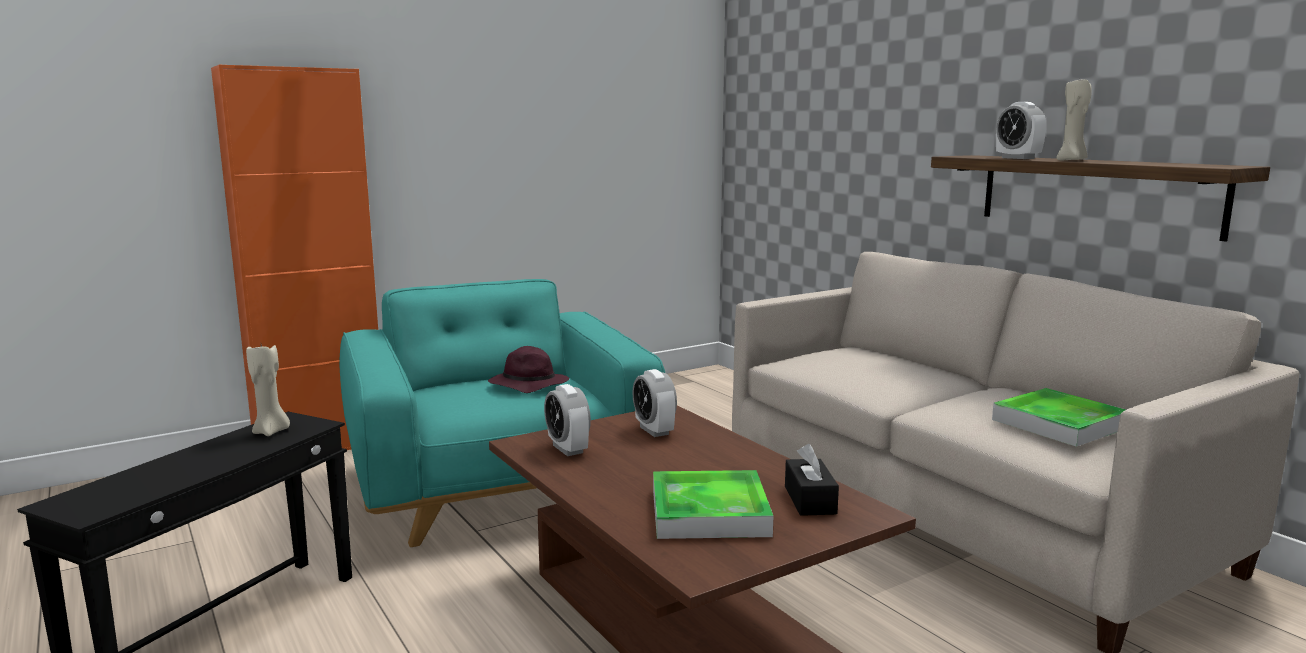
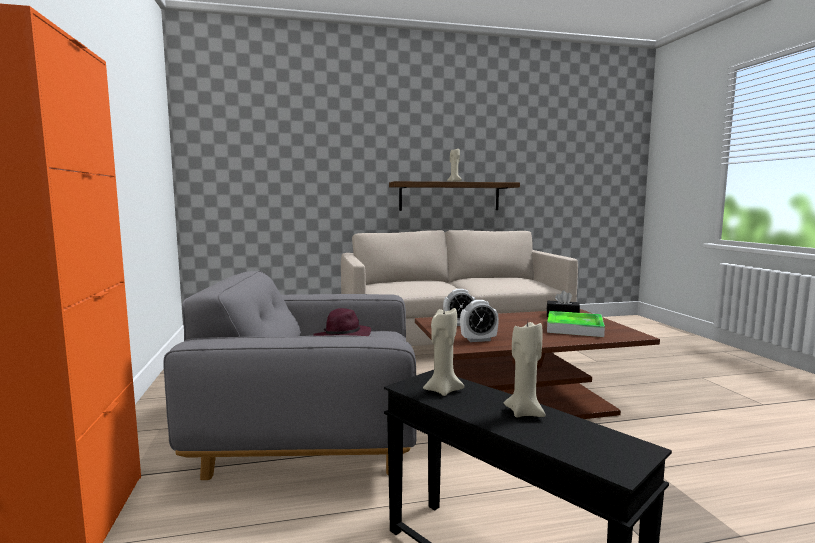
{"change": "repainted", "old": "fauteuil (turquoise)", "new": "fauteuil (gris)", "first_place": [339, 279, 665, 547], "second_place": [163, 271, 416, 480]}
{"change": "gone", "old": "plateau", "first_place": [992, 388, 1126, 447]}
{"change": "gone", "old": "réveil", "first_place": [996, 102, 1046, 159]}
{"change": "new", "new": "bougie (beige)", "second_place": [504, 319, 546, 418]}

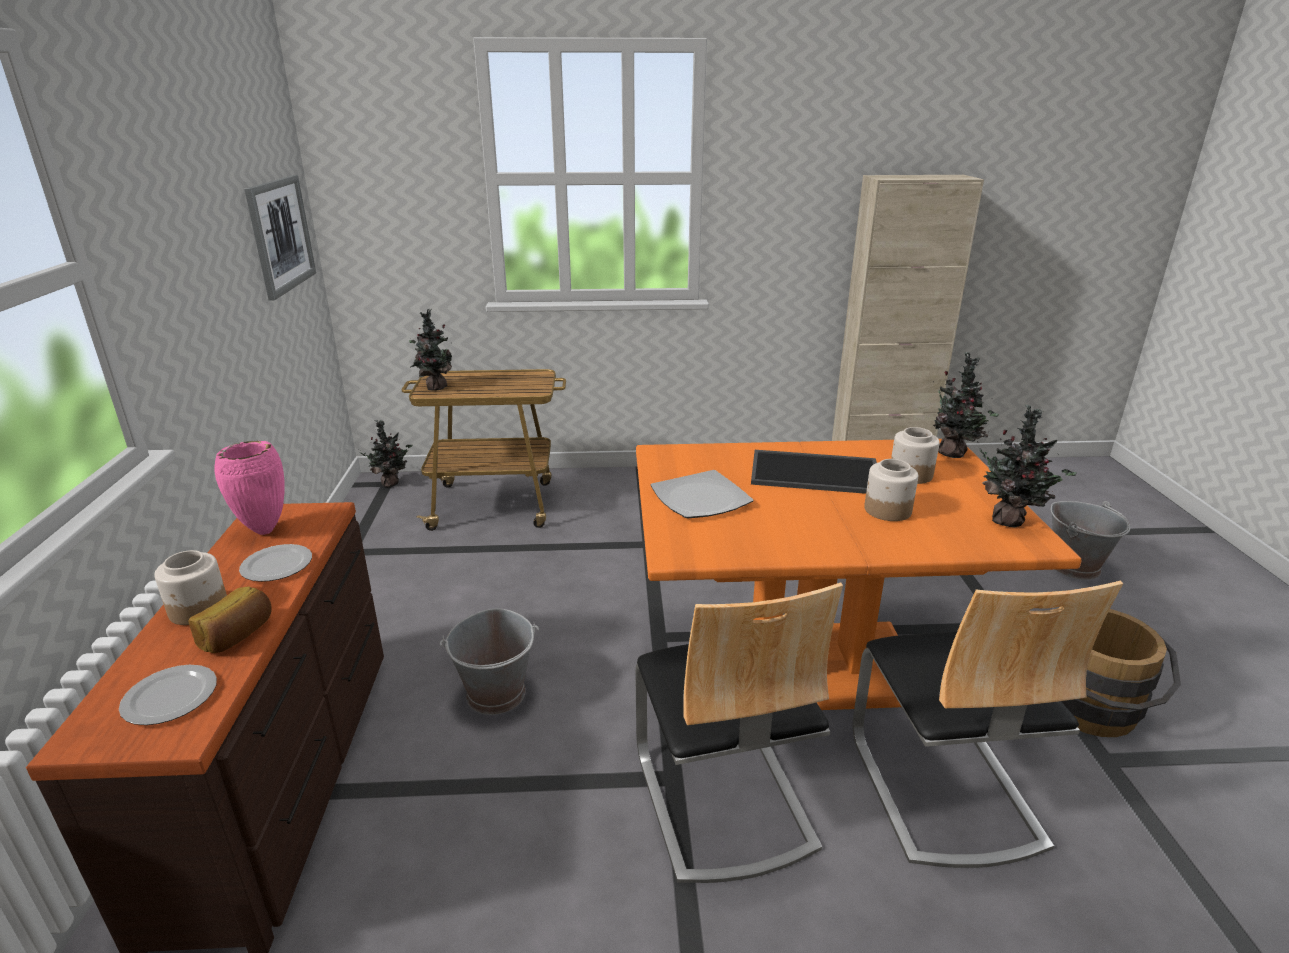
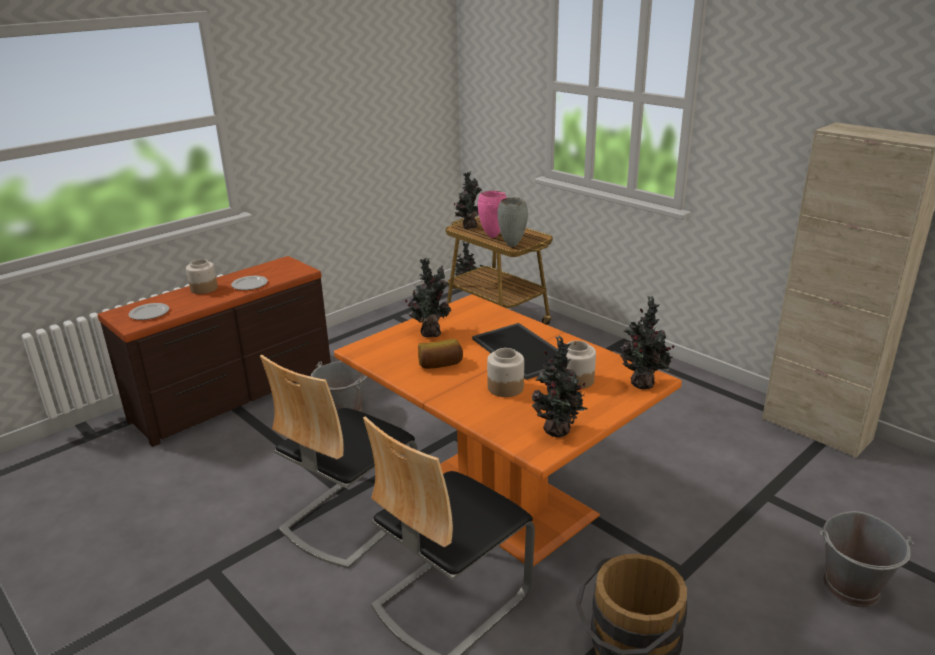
{"change": "shifted", "old": "pain", "first_place": [189, 587, 272, 653], "second_place": [418, 339, 463, 369]}
{"change": "shifted", "old": "vase (rose)", "first_place": [214, 441, 285, 535], "second_place": [478, 191, 506, 238]}
{"change": "gone", "old": "tableau", "first_place": [244, 175, 316, 301]}
{"change": "swapped", "old": "assiette", "new": "plante en pot", "first_place": [650, 470, 754, 518], "second_place": [405, 258, 451, 337]}
{"change": "new", "new": "vase (gris)", "second_place": [497, 197, 528, 247]}

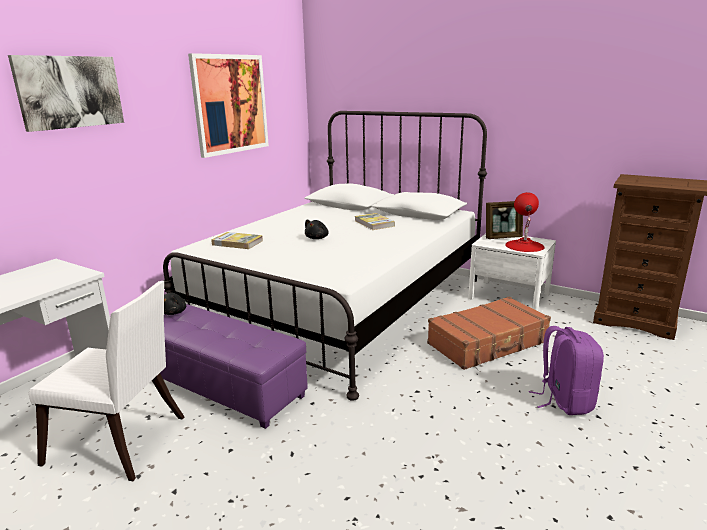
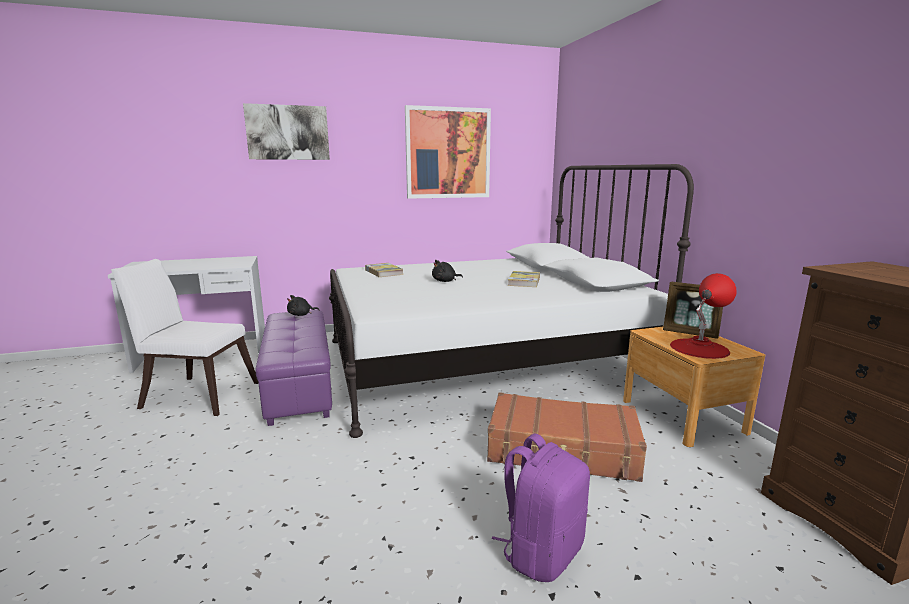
{"change": "rotated", "old": "chaise (blanc)", "first_place": [28, 281, 184, 481], "second_place": [111, 259, 258, 416], "degrees": 135}
{"change": "repainted", "old": "table de chevet (blanc)", "new": "table de chevet (marron)", "first_place": [468, 234, 556, 311], "second_place": [623, 327, 765, 447]}

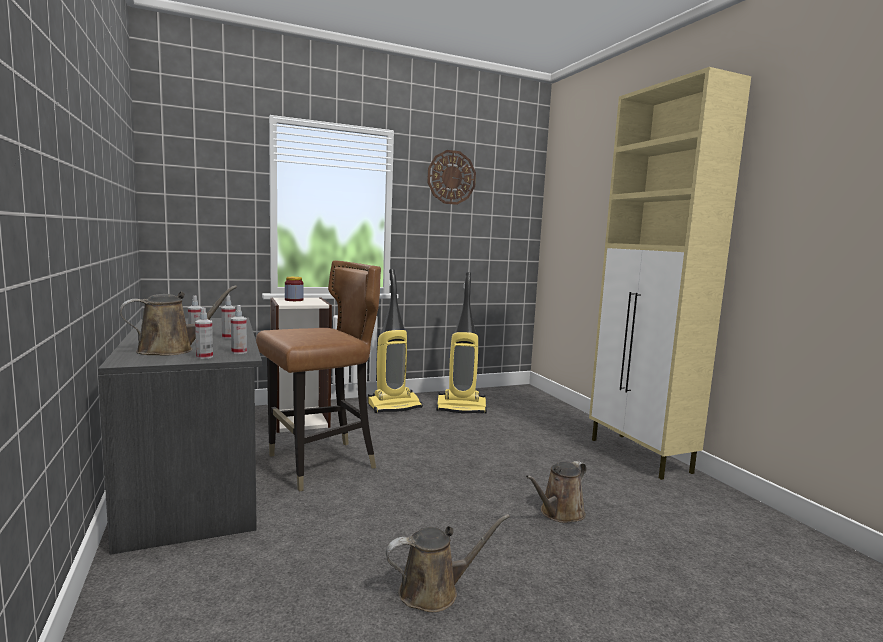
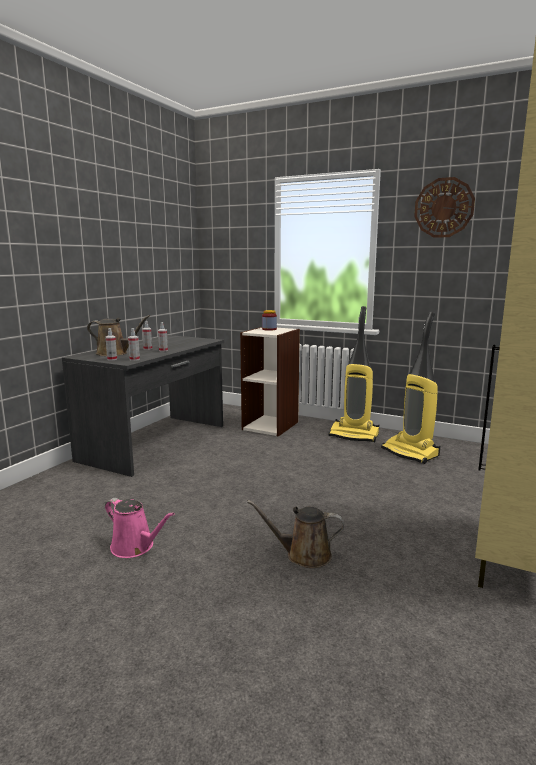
{"change": "gone", "old": "chaise (marron)", "first_place": [256, 260, 381, 492]}
{"change": "repainted", "old": "arrosoir (marron)", "new": "arrosoir (rose)", "first_place": [386, 514, 510, 612], "second_place": [105, 498, 175, 558]}

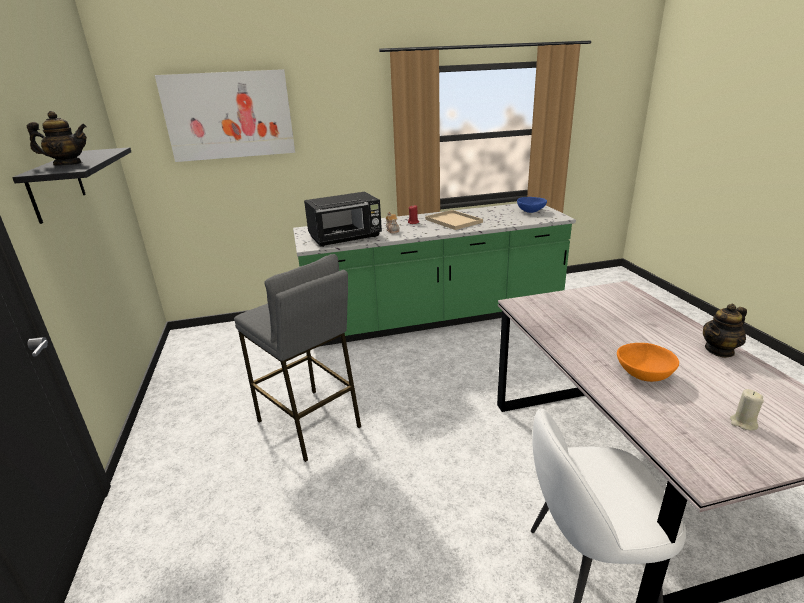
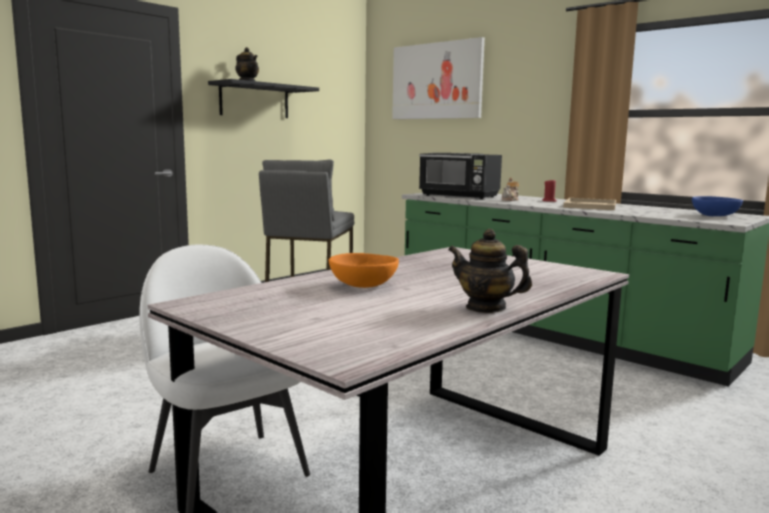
{"change": "gone", "old": "bougie (beige)", "first_place": [730, 389, 764, 431]}

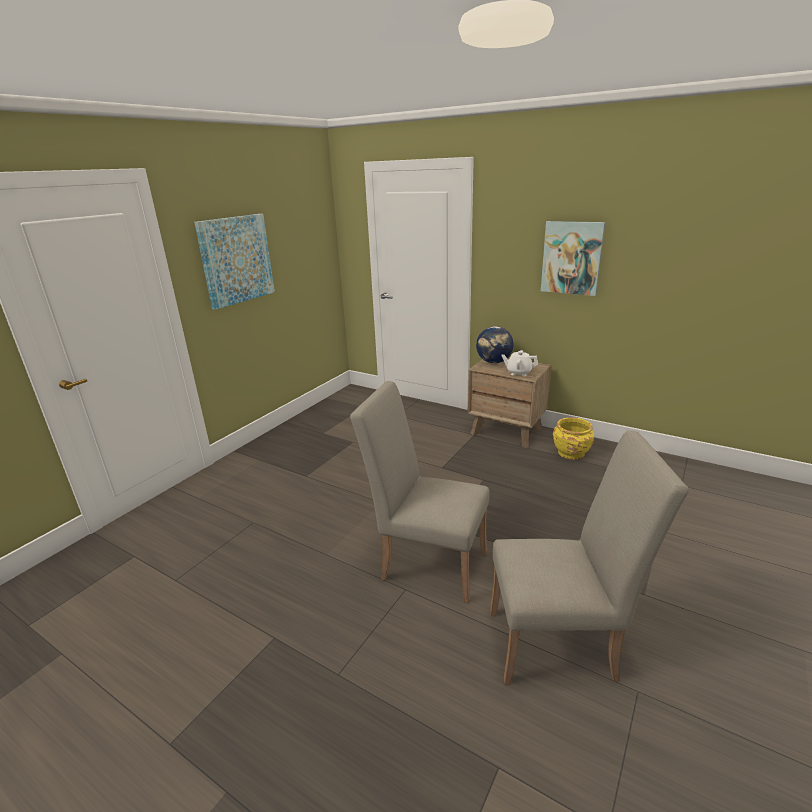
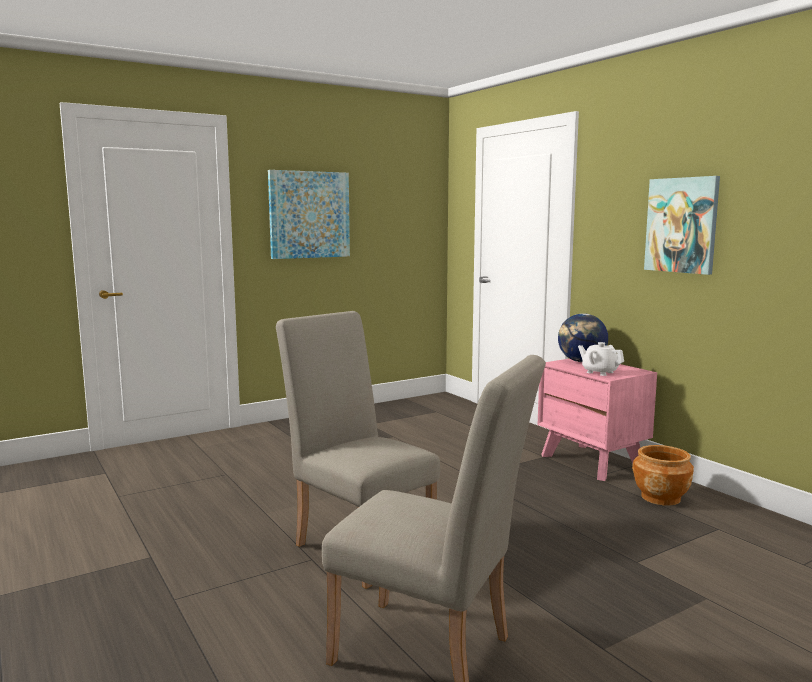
{"change": "repainted", "old": "table de chevet (marron)", "new": "table de chevet (rose)", "first_place": [468, 358, 551, 448], "second_place": [538, 359, 657, 481]}
{"change": "repainted", "old": "cache-pot (jaune)", "new": "cache-pot (marron)", "first_place": [553, 417, 594, 460], "second_place": [632, 445, 694, 506]}

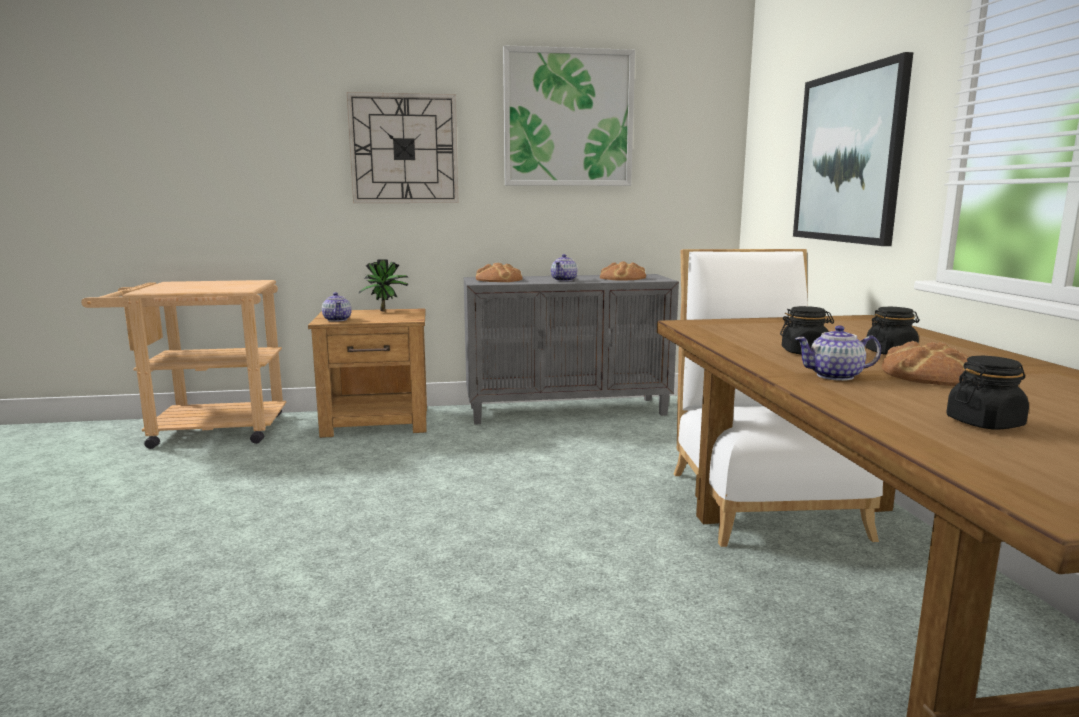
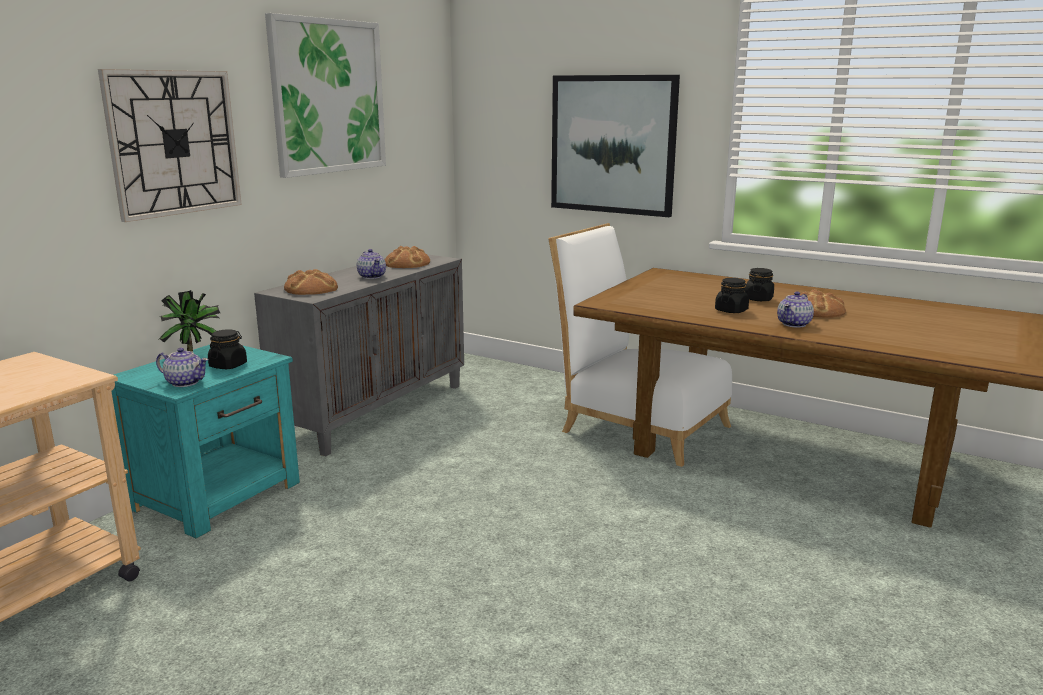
{"change": "repainted", "old": "table de chevet (marron)", "new": "table de chevet (turquoise)", "first_place": [308, 308, 427, 438], "second_place": [111, 345, 300, 538]}
{"change": "shifted", "old": "bocal (noir)", "first_place": [946, 356, 1029, 429], "second_place": [208, 329, 247, 369]}

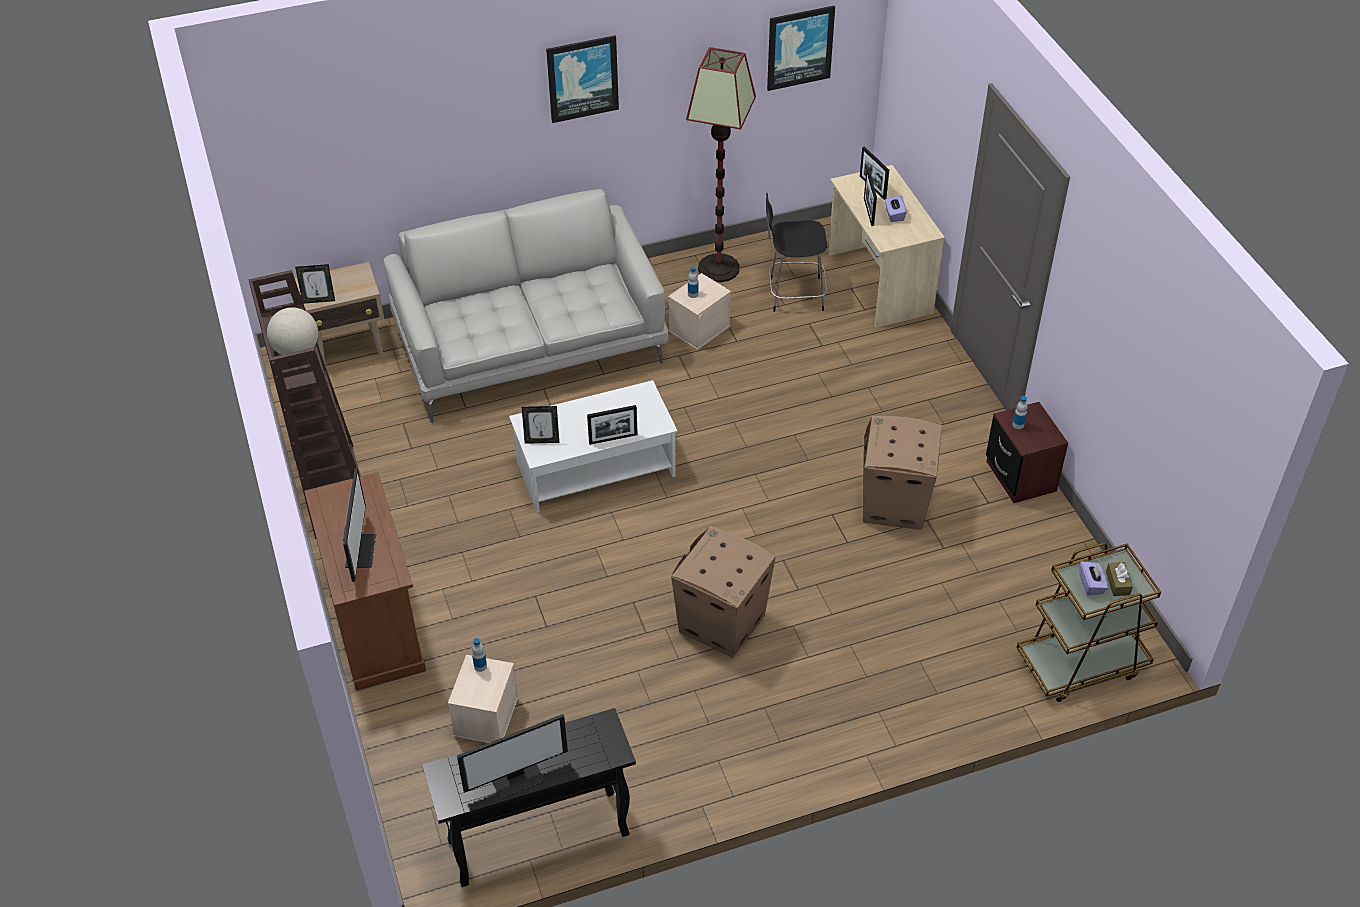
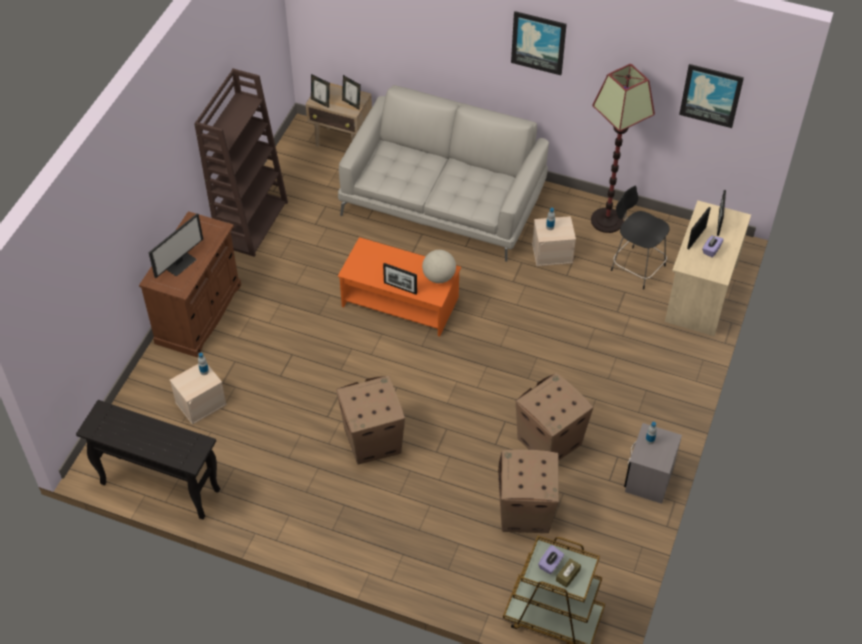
{"change": "shifted", "old": "globe", "first_place": [267, 307, 318, 355], "second_place": [422, 250, 456, 283]}
{"change": "gone", "old": "écran d'ordinateur", "first_place": [457, 714, 568, 799]}
{"change": "repainted", "old": "table basse (blanc)", "new": "table basse (orange)", "first_place": [509, 380, 678, 513], "second_place": [338, 237, 461, 337]}
{"change": "shifted", "old": "cadre photo", "first_place": [522, 406, 559, 444], "second_place": [342, 75, 361, 109]}
{"change": "repainted", "old": "table de chevet (marron)", "new": "table de chevet (gris)", "first_place": [986, 402, 1068, 503], "second_place": [624, 423, 682, 504]}
{"change": "new", "new": "carton", "second_place": [498, 450, 559, 533]}

